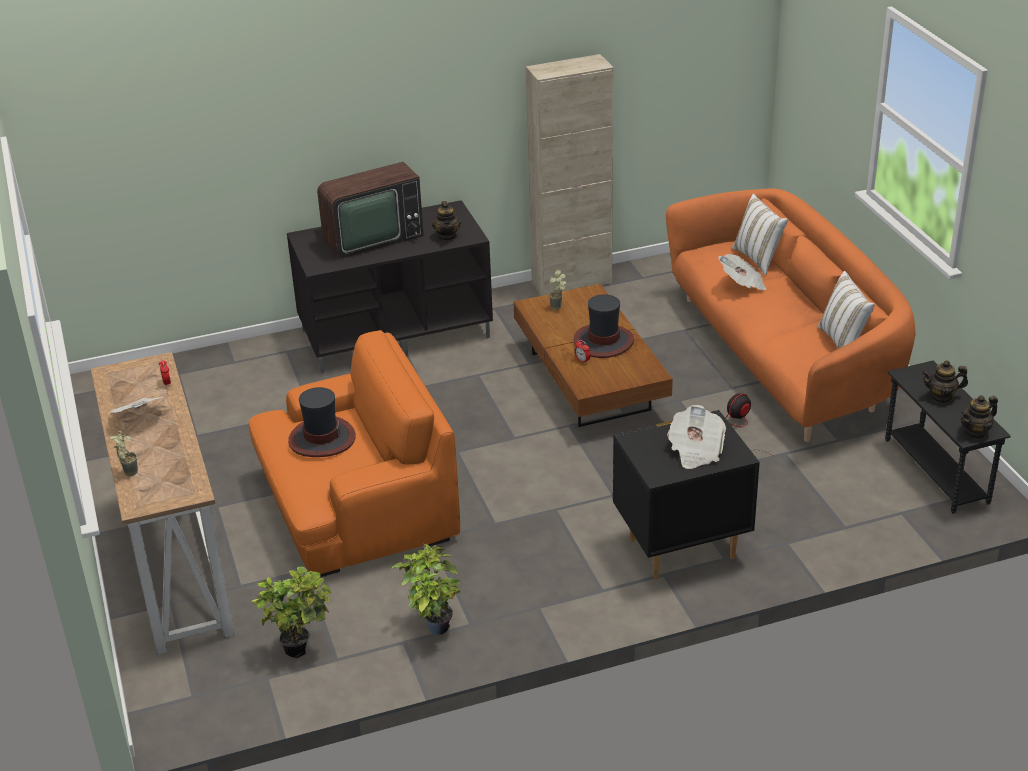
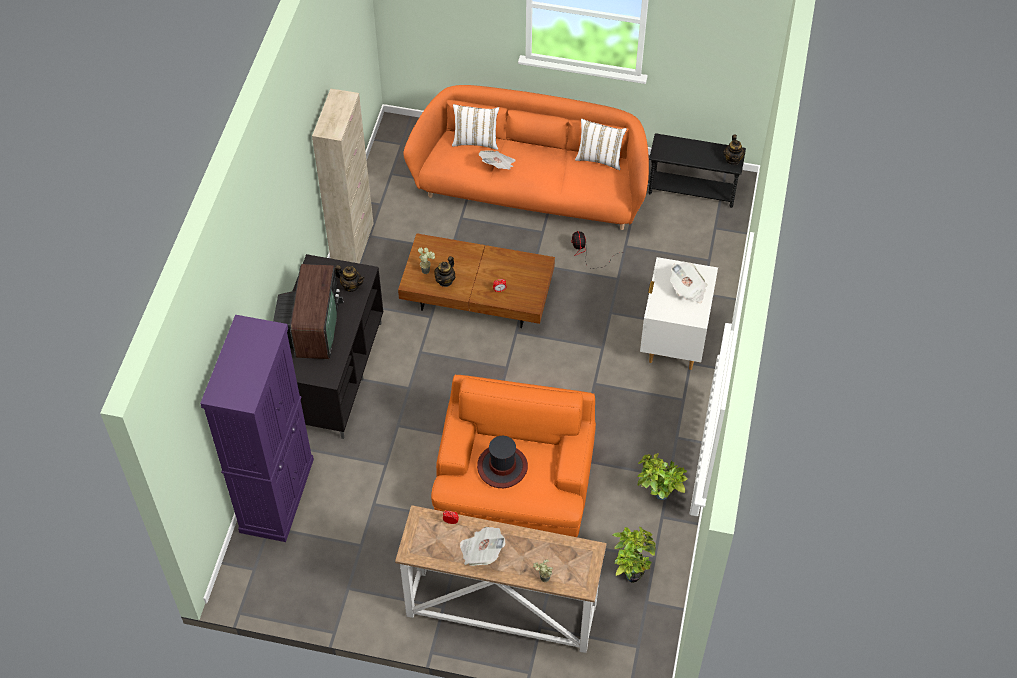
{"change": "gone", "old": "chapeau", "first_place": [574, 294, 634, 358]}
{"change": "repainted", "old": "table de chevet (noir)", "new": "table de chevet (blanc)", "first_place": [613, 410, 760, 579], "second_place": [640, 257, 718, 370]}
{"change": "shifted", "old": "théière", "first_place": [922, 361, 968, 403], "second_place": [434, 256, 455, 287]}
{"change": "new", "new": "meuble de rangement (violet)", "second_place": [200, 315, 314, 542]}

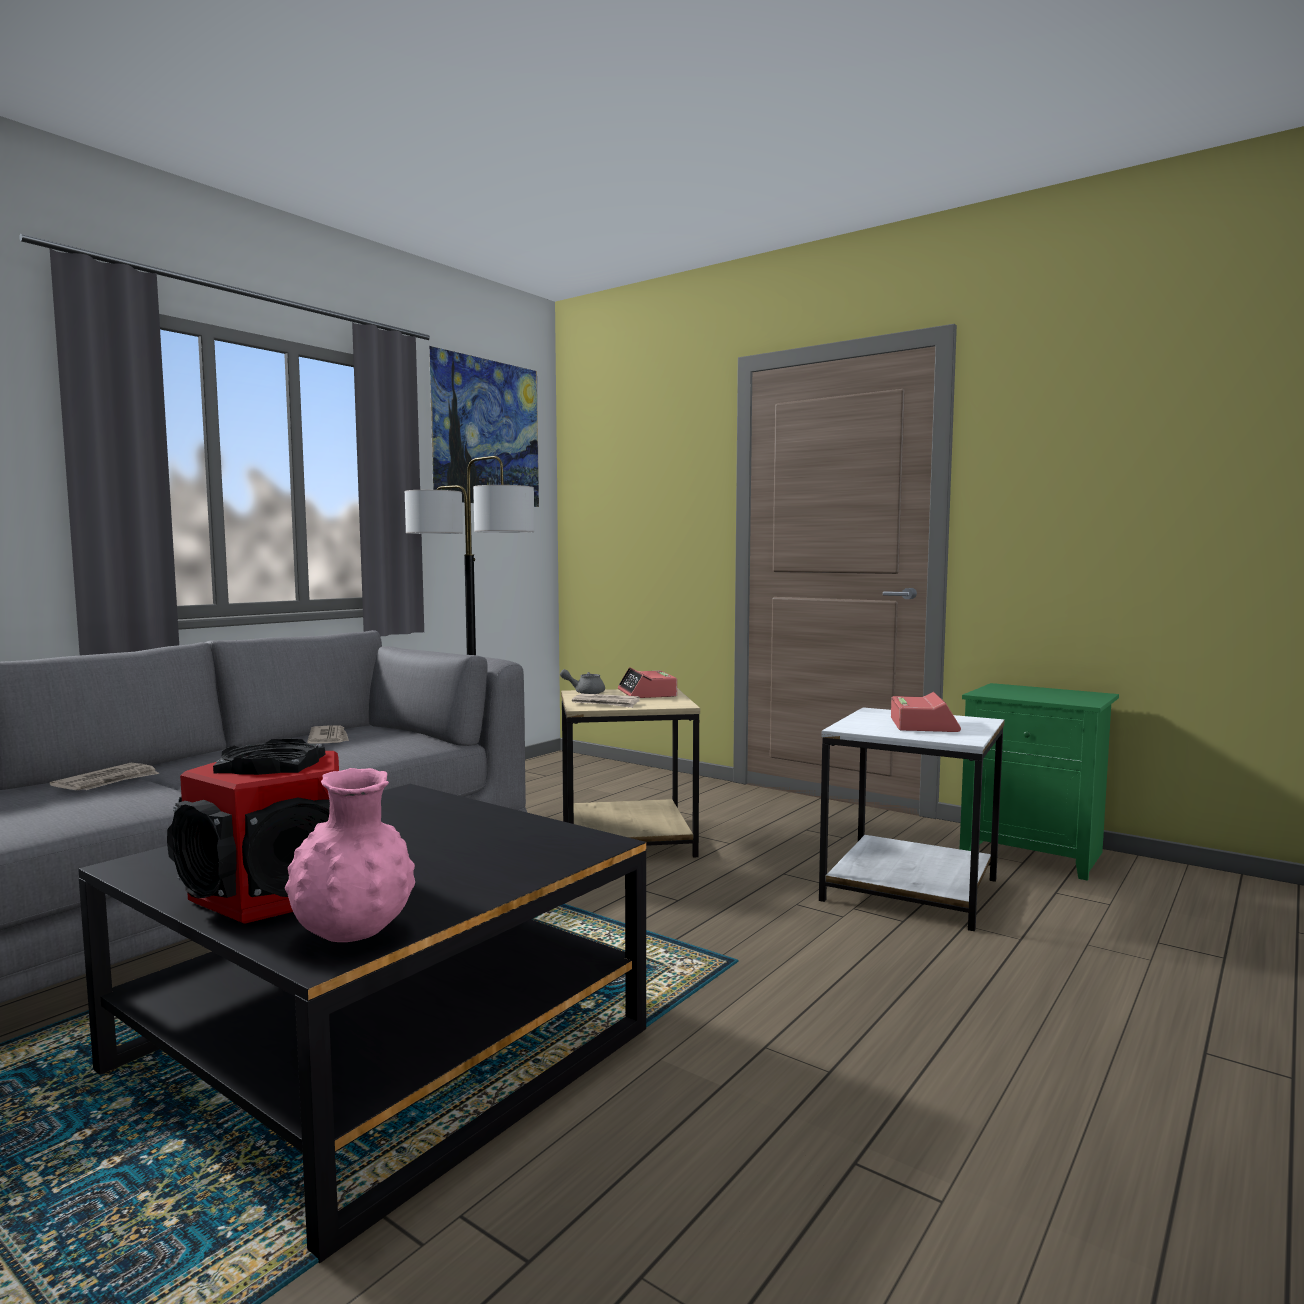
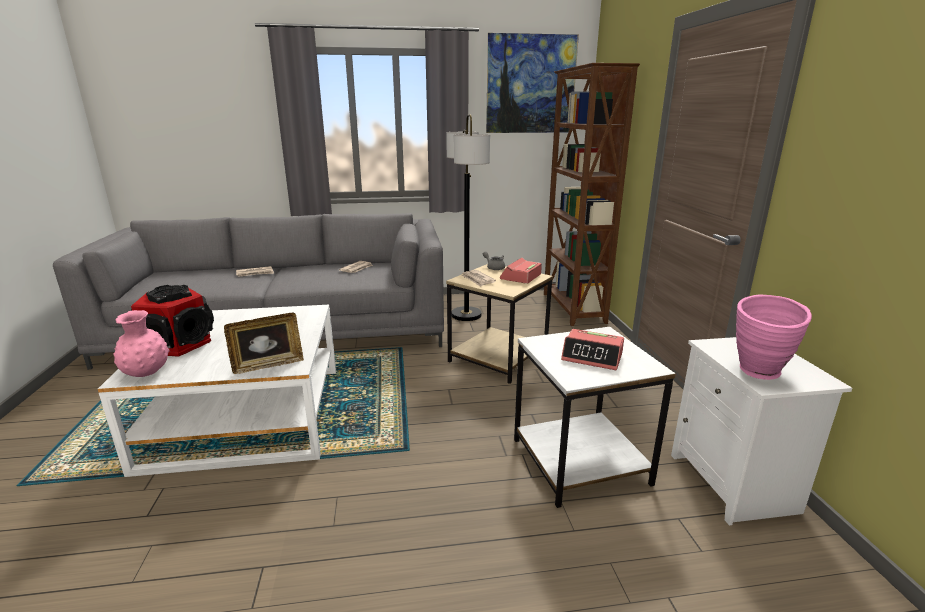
{"change": "repainted", "old": "table basse (noir)", "new": "table basse (blanc)", "first_place": [78, 784, 646, 1263], "second_place": [98, 305, 336, 477]}
{"change": "rotated", "old": "réveil", "first_place": [891, 692, 961, 732], "second_place": [561, 329, 624, 370], "degrees": 60}
{"change": "repainted", "old": "table de chevet (vert)", "new": "table de chevet (blanc)", "first_place": [960, 683, 1119, 881], "second_place": [671, 337, 852, 526]}
{"change": "new", "new": "cadre photo", "second_place": [224, 313, 304, 374]}
{"change": "new", "new": "bibliothèque (marron)", "second_place": [544, 63, 640, 326]}
{"change": "new", "new": "vase (rose)", "second_place": [736, 294, 812, 380]}

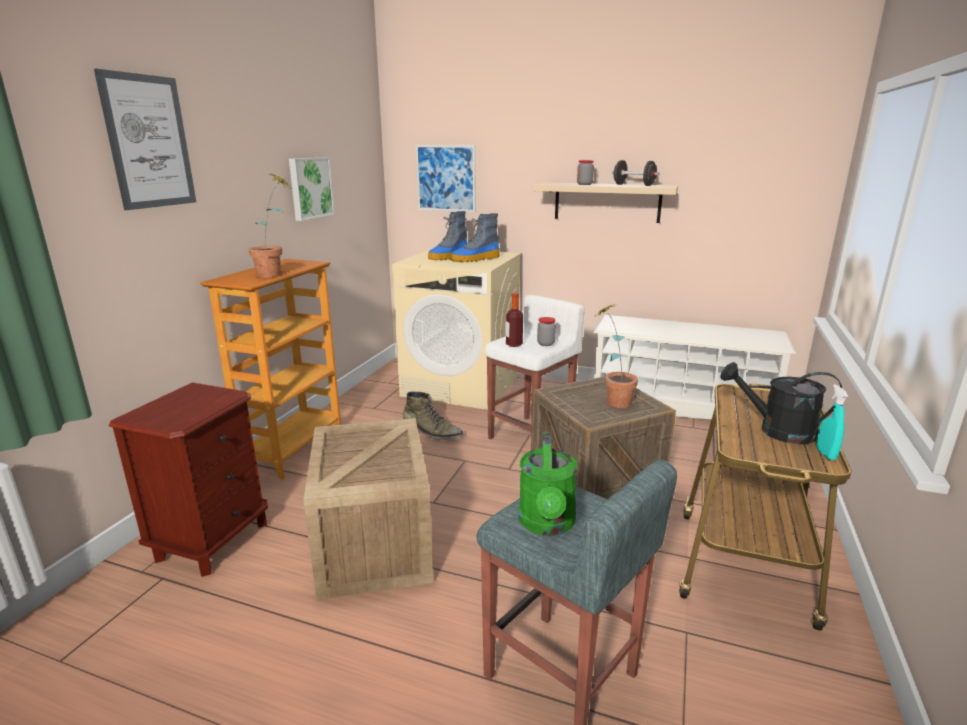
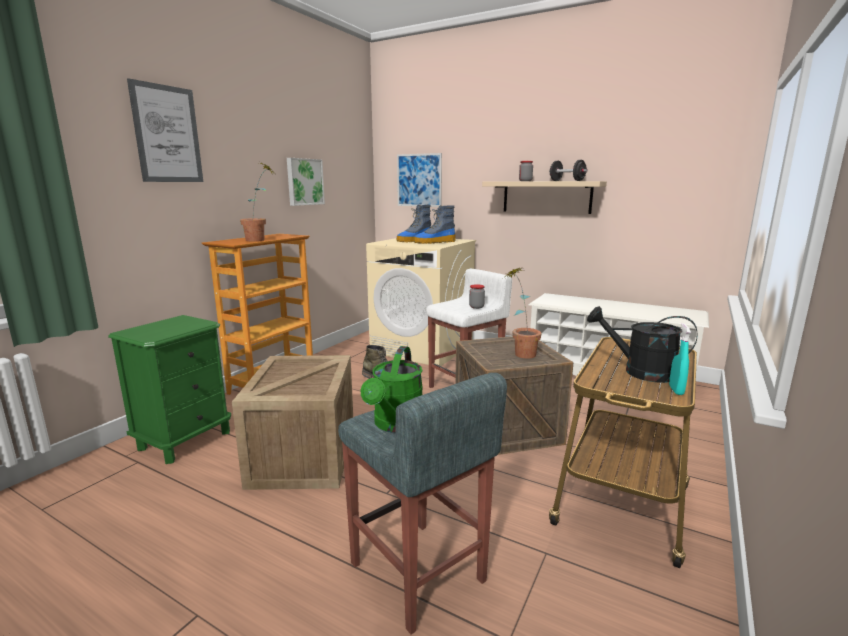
{"change": "repainted", "old": "table de chevet (marron)", "new": "table de chevet (vert)", "first_place": [109, 383, 268, 577], "second_place": [108, 315, 231, 464]}
{"change": "gone", "old": "bouteille", "first_place": [506, 293, 523, 347]}

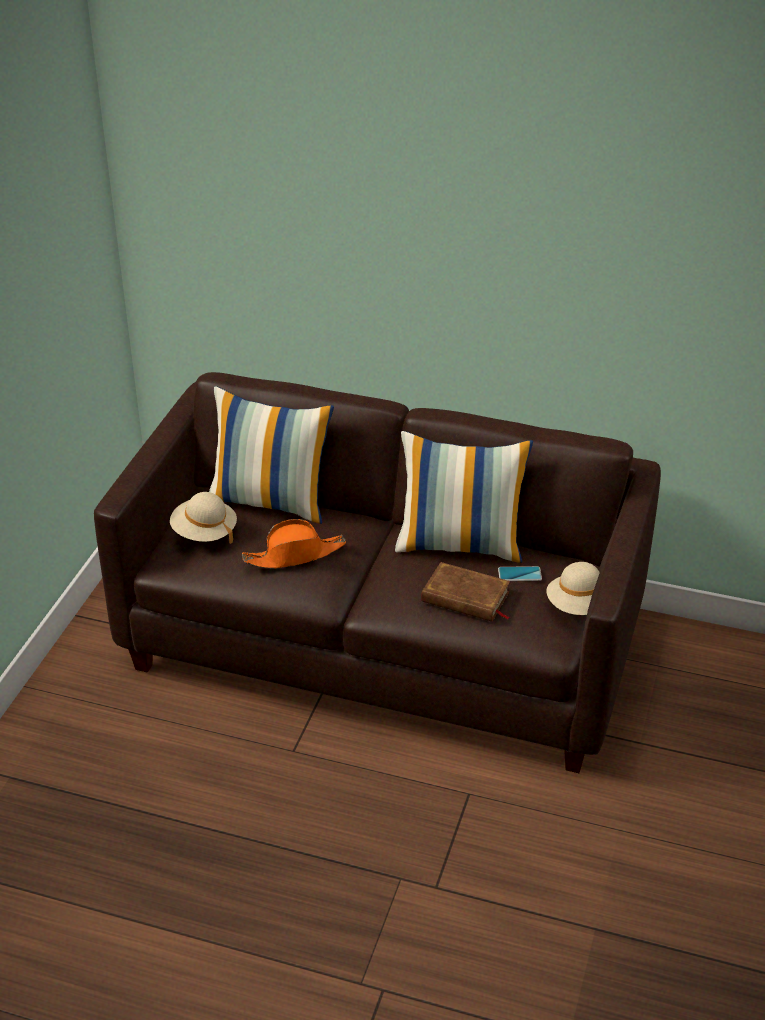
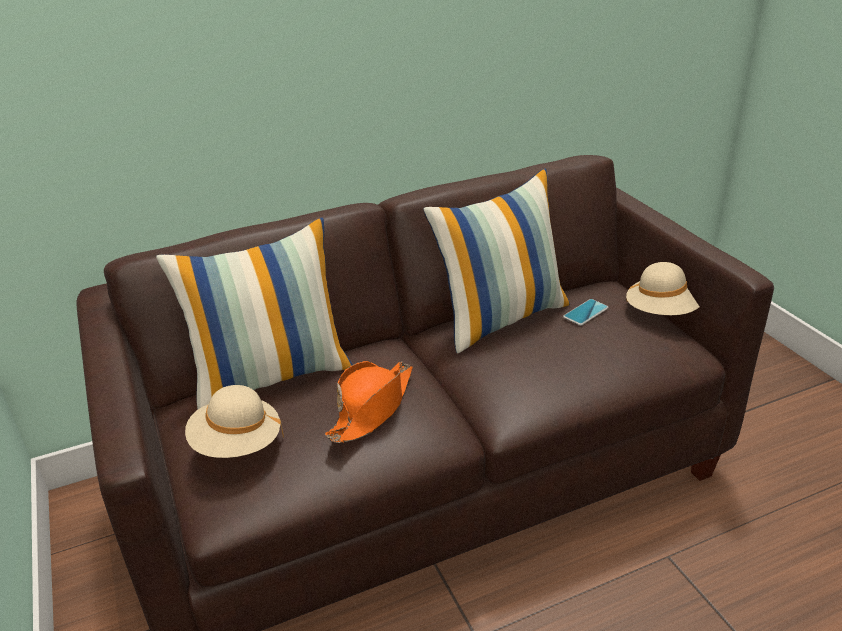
{"change": "gone", "old": "livre (marron)", "first_place": [421, 562, 510, 622]}

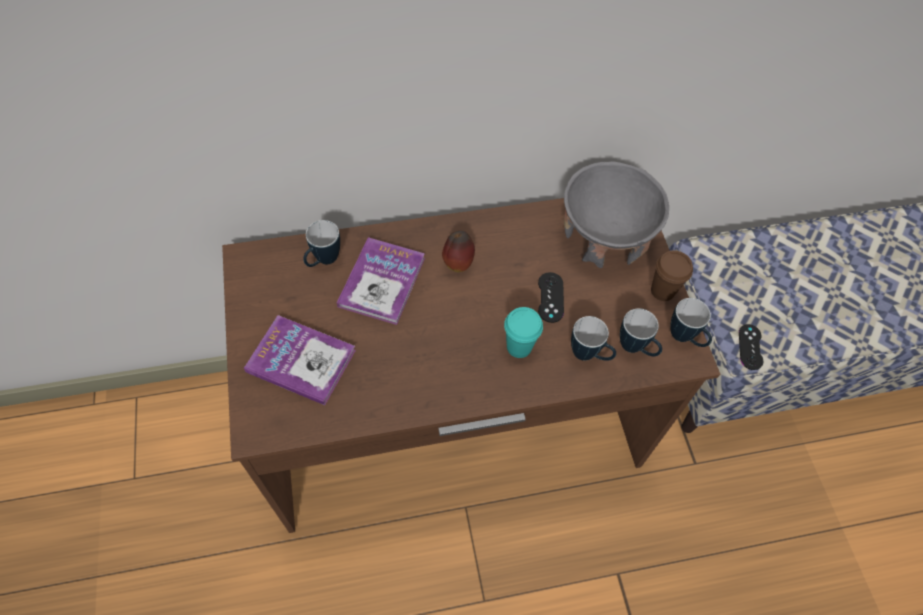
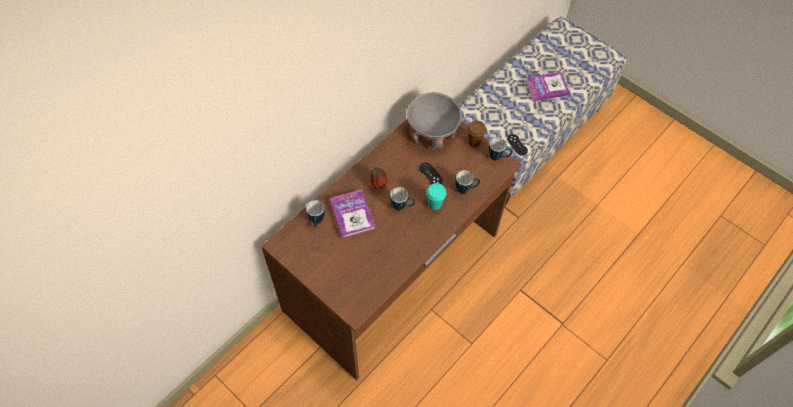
{"change": "shifted", "old": "livre", "first_place": [244, 315, 356, 405], "second_place": [525, 72, 570, 101]}
{"change": "shifted", "old": "mug", "first_place": [620, 308, 662, 356], "second_place": [390, 187, 415, 211]}

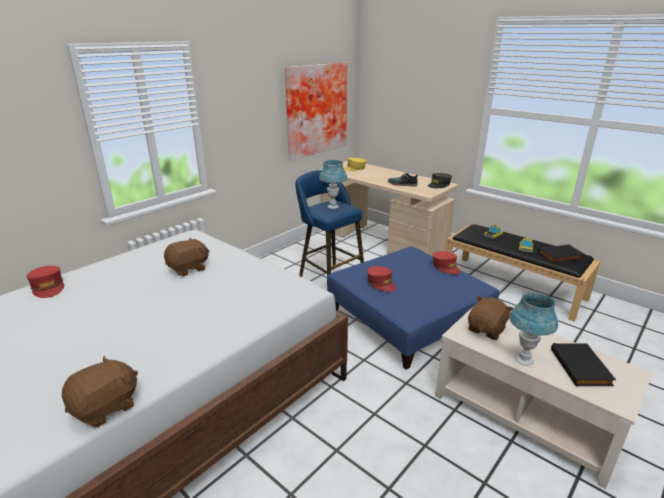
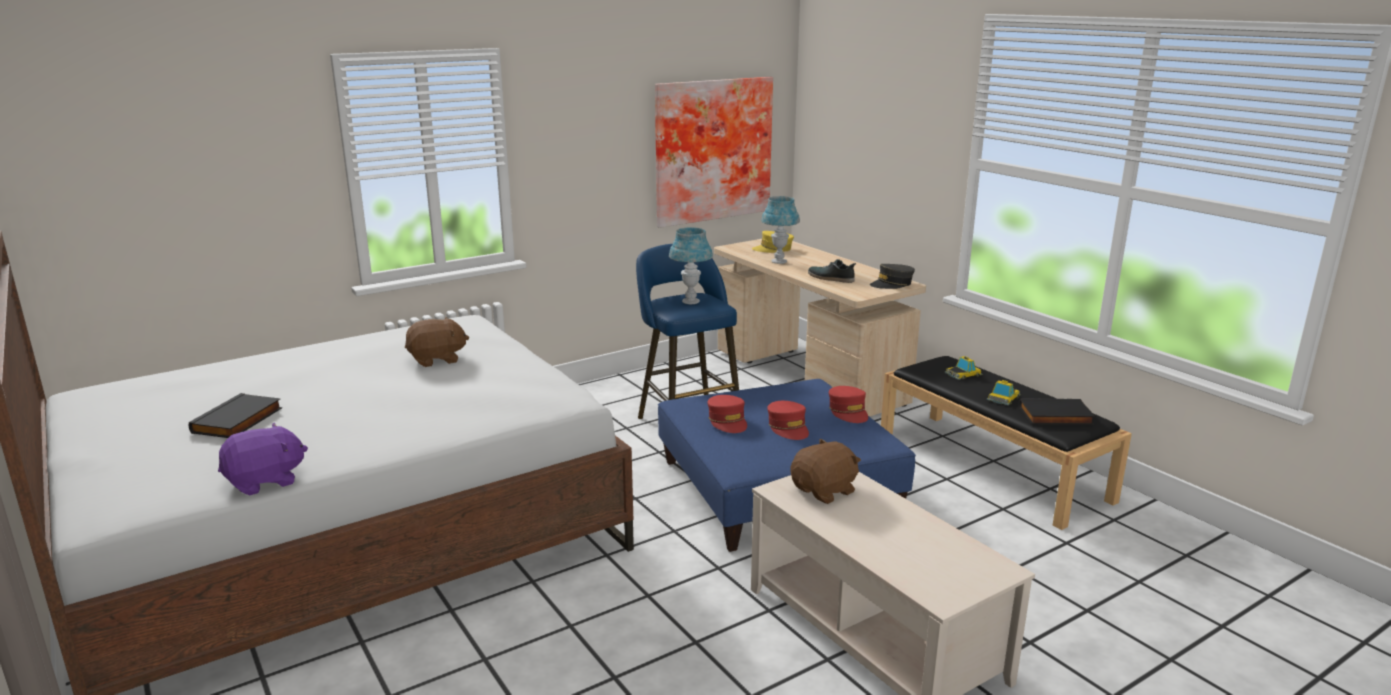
{"change": "shifted", "old": "casquette (rouge)", "first_place": [26, 266, 64, 298], "second_place": [767, 401, 809, 440]}
{"change": "repainted", "old": "peluche (marron)", "new": "peluche (violet)", "first_place": [62, 356, 138, 427], "second_place": [218, 423, 308, 496]}
{"change": "shifted", "old": "lampe de table (bleu)", "first_place": [510, 292, 558, 366], "second_place": [761, 196, 800, 264]}
{"change": "shifted", "old": "livre (noir)", "first_place": [551, 343, 616, 386], "second_place": [189, 393, 282, 438]}

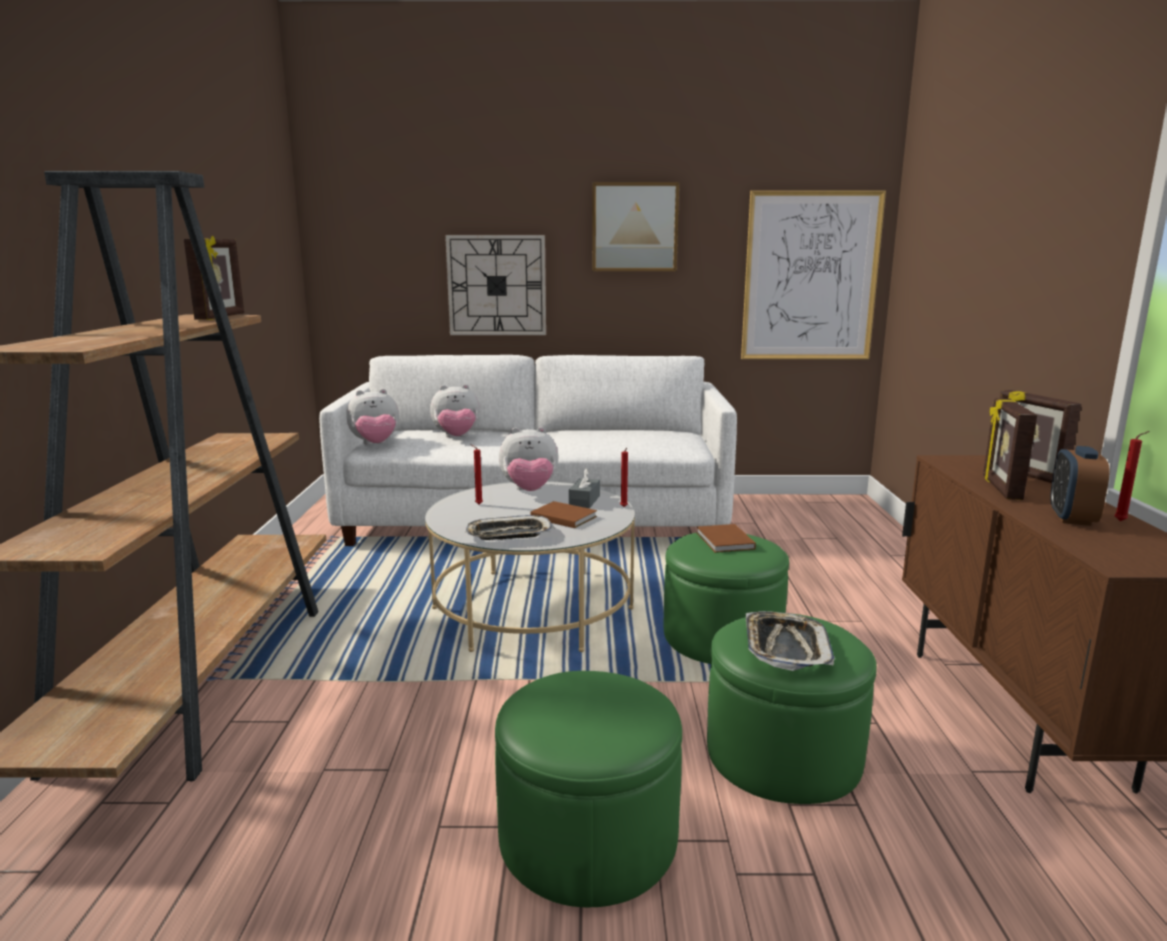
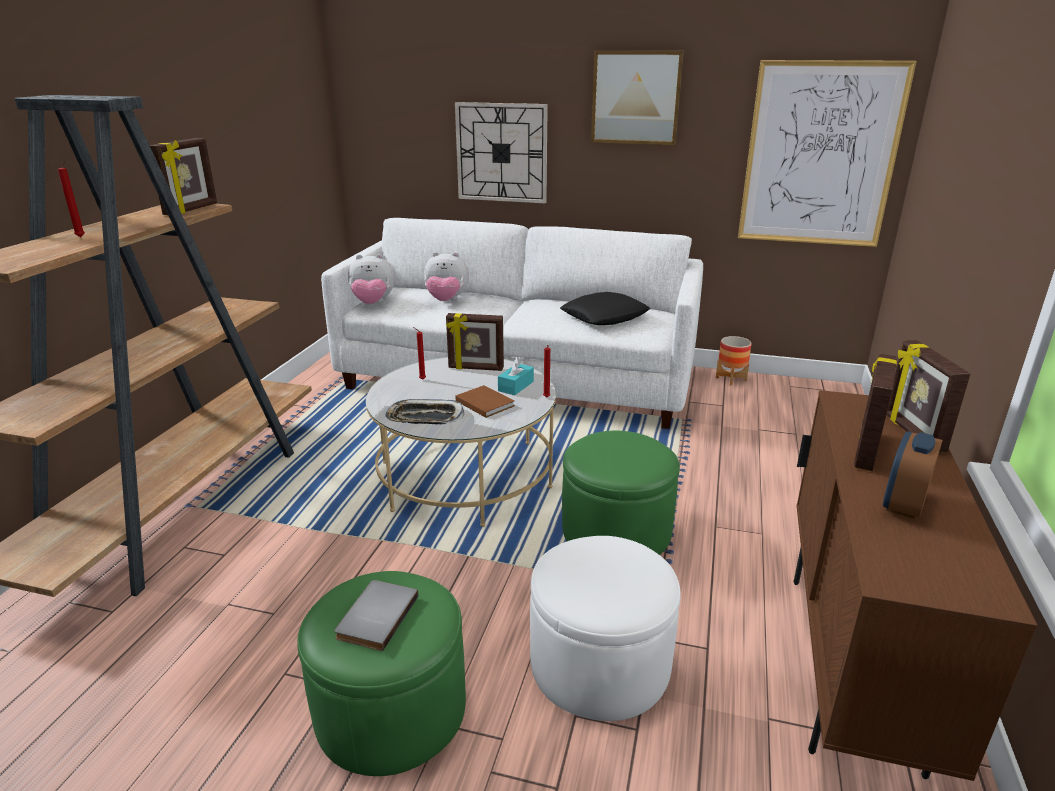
{"change": "swapped", "old": "peluche", "new": "cadre photo", "first_place": [499, 427, 559, 491], "second_place": [446, 313, 504, 371]}
{"change": "repainted", "old": "boîte à mouchoirs (gris)", "new": "boîte à mouchoirs (turquoise)", "first_place": [569, 468, 600, 508], "second_place": [498, 357, 534, 395]}
{"change": "gone", "old": "livre (marron)", "first_place": [697, 524, 756, 553]}
{"change": "repainted", "old": "pouf (vert)", "new": "pouf (blanc)", "first_place": [707, 613, 877, 804], "second_place": [530, 536, 681, 721]}
{"change": "gone", "old": "plateau", "first_place": [746, 611, 835, 671]}
{"change": "shifted", "old": "bougie (rouge)", "first_place": [1114, 431, 1150, 521], "second_place": [58, 161, 85, 237]}
{"change": "new", "new": "livre (gris)", "second_place": [335, 580, 419, 651]}
{"change": "new", "new": "coussin (noir)", "second_place": [560, 292, 650, 325]}
{"change": "new", "new": "cache-pot", "second_place": [716, 336, 752, 386]}

